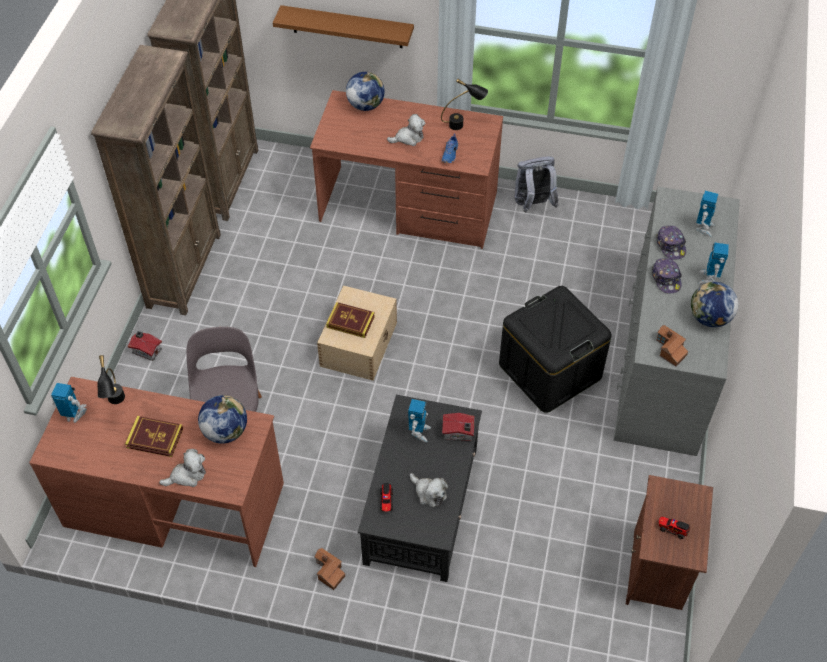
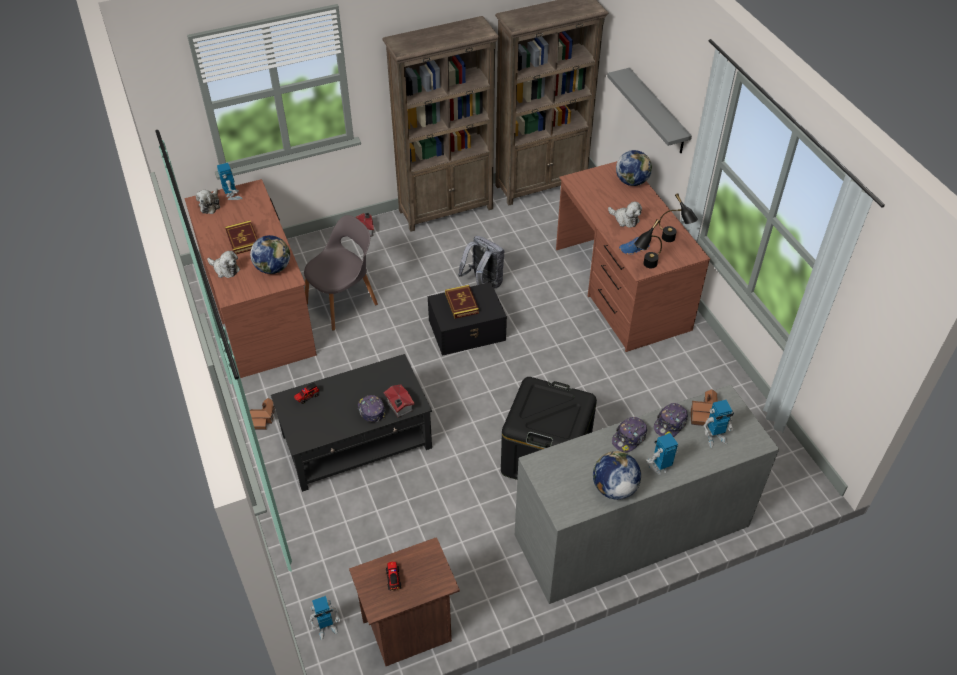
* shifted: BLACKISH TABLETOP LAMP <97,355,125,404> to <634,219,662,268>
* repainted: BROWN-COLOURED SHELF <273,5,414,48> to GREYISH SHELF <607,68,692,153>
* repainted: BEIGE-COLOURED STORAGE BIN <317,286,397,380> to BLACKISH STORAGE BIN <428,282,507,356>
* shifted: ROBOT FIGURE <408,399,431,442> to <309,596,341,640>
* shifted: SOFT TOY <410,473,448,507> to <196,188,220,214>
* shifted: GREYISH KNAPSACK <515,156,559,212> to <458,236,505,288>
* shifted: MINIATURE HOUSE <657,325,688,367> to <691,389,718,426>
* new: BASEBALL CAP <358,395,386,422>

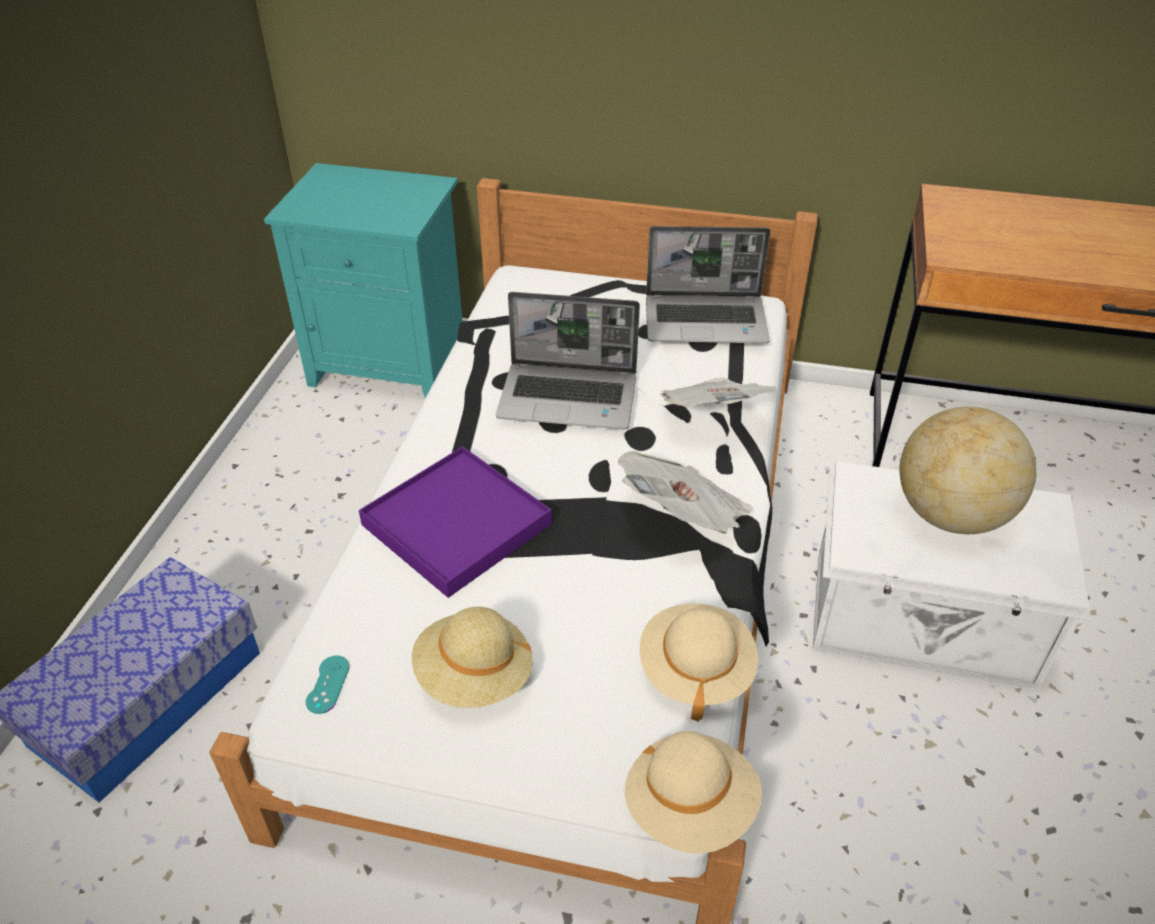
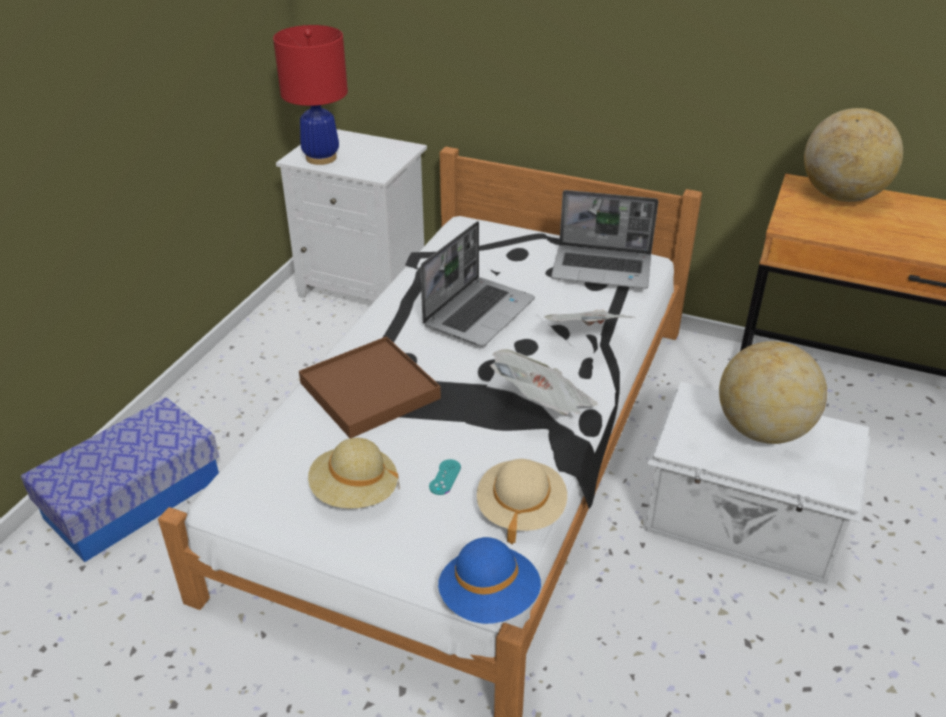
* repainted: BLUE-GREEN NIGHTSTAND <264,163,463,398> to WHITE-COLOURED NIGHTSTAND <276,129,427,301>
* shifted: BLUE-GREEN GAMEPAD <306,656,350,714> to <429,459,461,495>
* repainted: PURPLE-COLOURED SERVING TRAY <359,446,552,598> to BROWN-COLOURED SERVING TRAY <299,336,441,438>
* rotated: LAPTOP <496,292,640,430> = <420,221,535,346> 75 degrees counterclockwise
* repainted: BEIGE-COLOURED WEARABLE HAT <625,731,762,854> to BLUE-COLOURED WEARABLE HAT <438,537,541,624>
* new: RED-COLOURED TABLETOP LAMP <273,25,348,165>
* new: WORLD GLOBE <804,108,903,202>

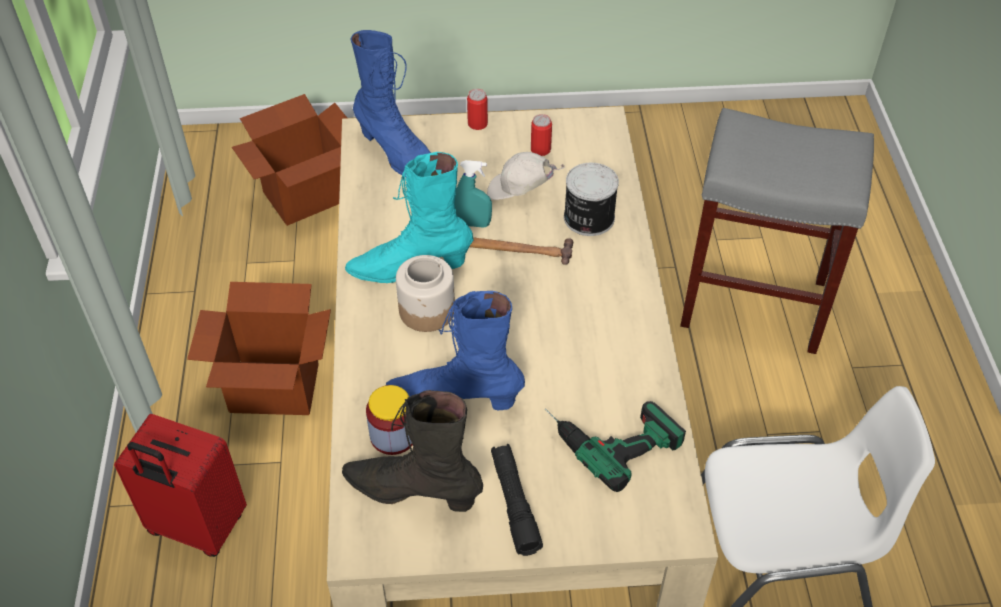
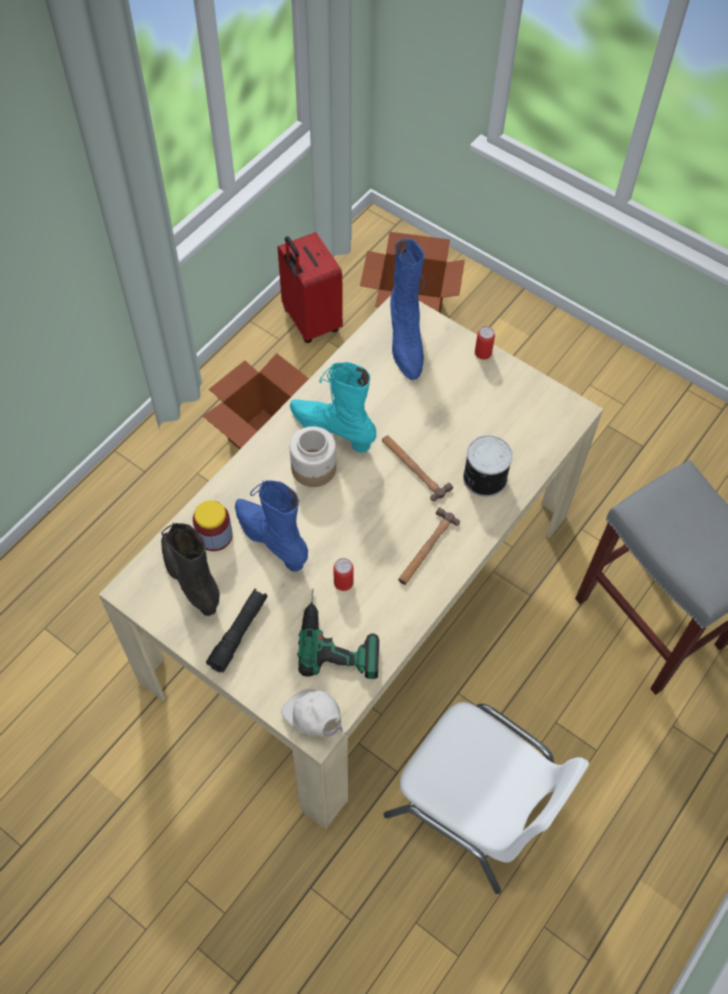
* shifted: RED-COLOURED TRAVEL CASE <114,414,247,557> to <277,232,343,343>
* gone: BLUE-GREEN SPRAY BOTTLE <454,160,492,228>
* shifted: WHITE-COLOURED BASEBALL CAP <487,152,565,200> to <281,689,348,737>
* shifted: METAL CAN <531,114,552,156> to <333,558,354,591>
* new: HAND HAMMER <398,507,460,585>

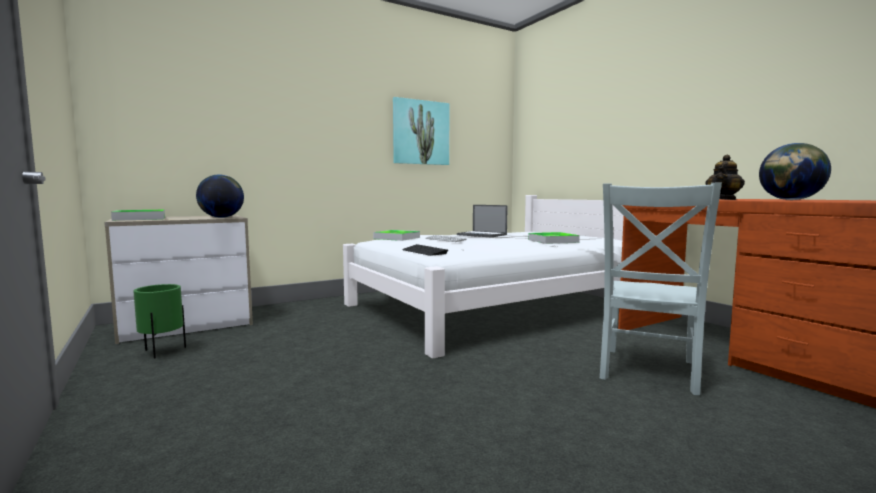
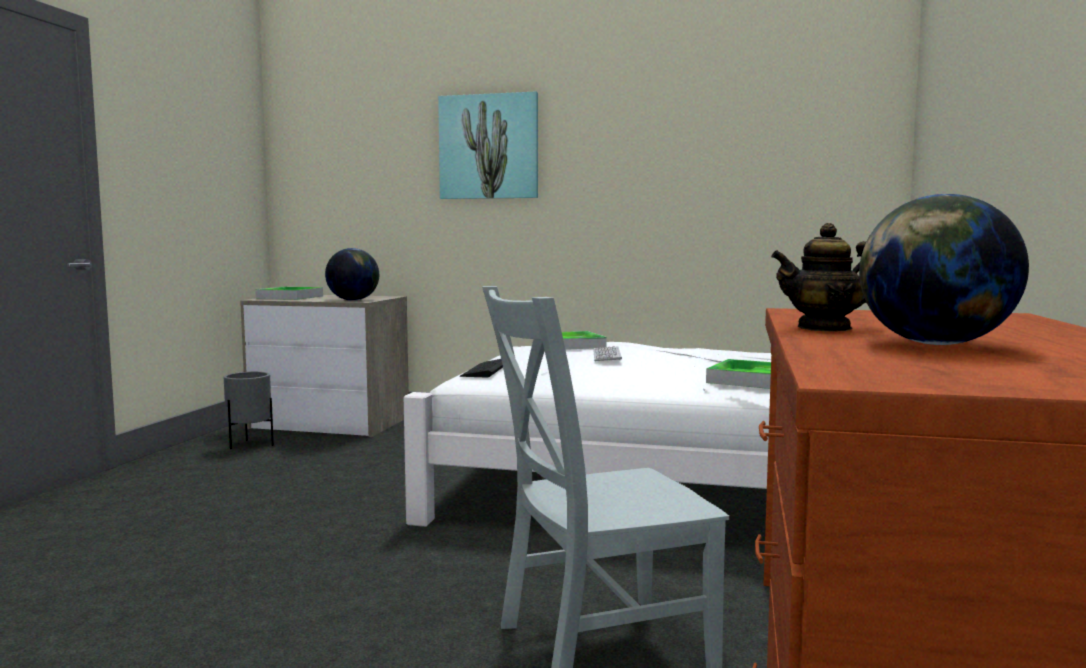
* repainted: GREENISH FLOWER POT <133,284,186,359> to GREYISH FLOWER POT <224,372,274,449>
* shifted: WALL ART <393,97,449,165> to <438,91,538,199>
* gone: LAPTOP <457,205,508,238>

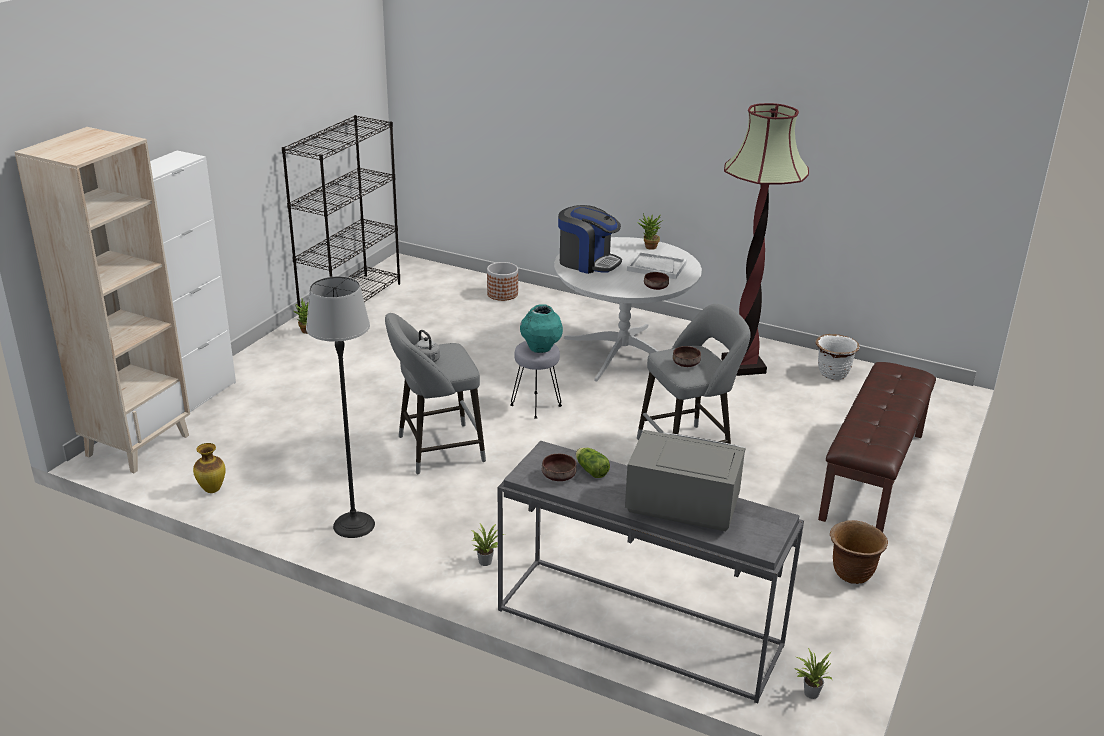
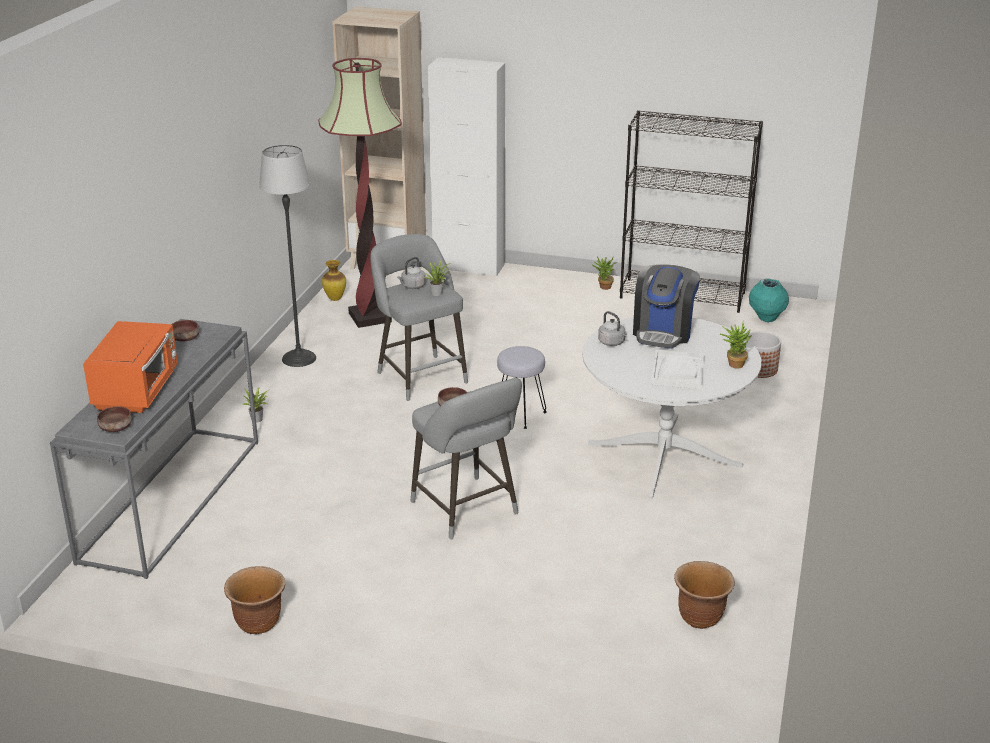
* shifted: BLUE-GREEN DECORATIVE VASE <520,304,563,353> to <749,279,789,322>
* gone: HEAD OF LETTUCE <576,448,610,478>
* repainted: GREYISH KITCHEN MICROWAVE <625,430,746,531> to ORANGEY KITCHEN MICROWAVE <83,321,178,413>
* shifted: BROWN-COLOURED BOWL <644,272,669,290> to <97,406,132,432>
* shifted: STANDARD LAMP <721,103,809,376> to <318,58,402,328>
* shifted: PLANT IN A POT <794,648,832,699> to <422,260,451,296>
* repainted: WHITE-COLOURED FLOWER POT <815,334,860,380> to BROWN-COLOURED FLOWER POT <674,561,735,629>
* gone: BROWN-COLOURED INDOOR BENCH <818,362,936,532>
* new: GREYISH KETTLE <598,311,627,346>

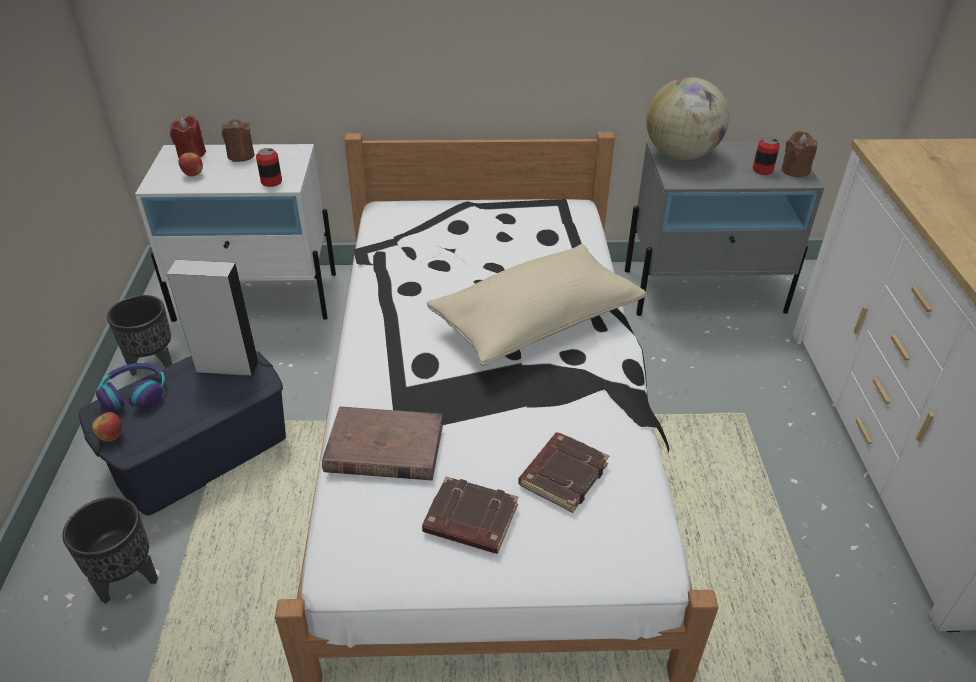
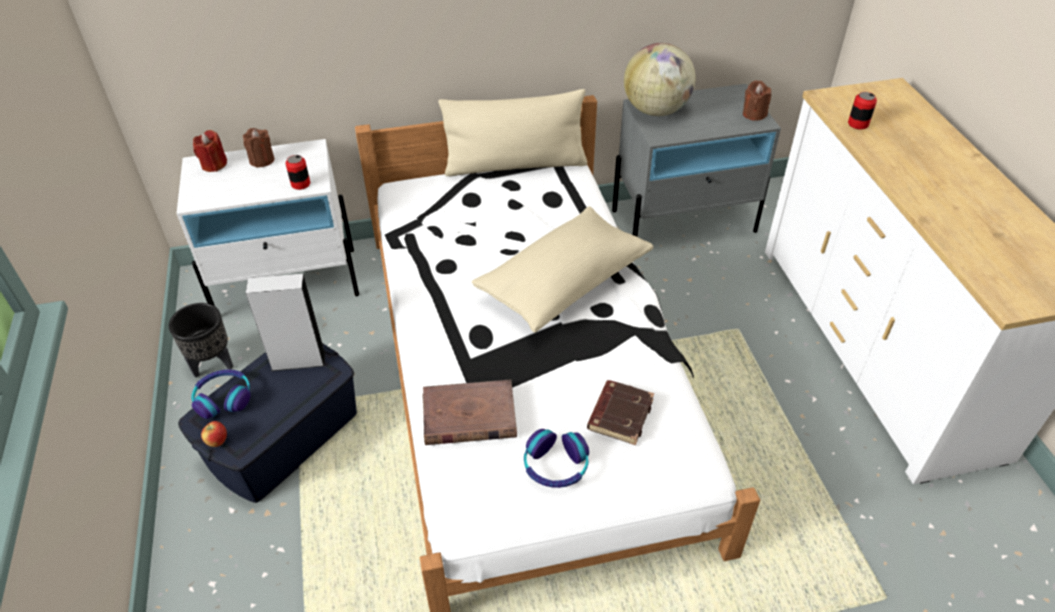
* gone: BLACKISH FLOWER POT <62,496,158,604>
* gone: APPLE <178,150,203,177>
* swapped: BROWN-COLOURED VOLUME <422,477,519,554> to PAIR OF HEADPHONES <524,429,589,488>
* shifted: METAL CAN <753,137,780,175> to <848,92,877,130>
* new: BEIGE-COLOURED CUSHION <438,89,587,176>

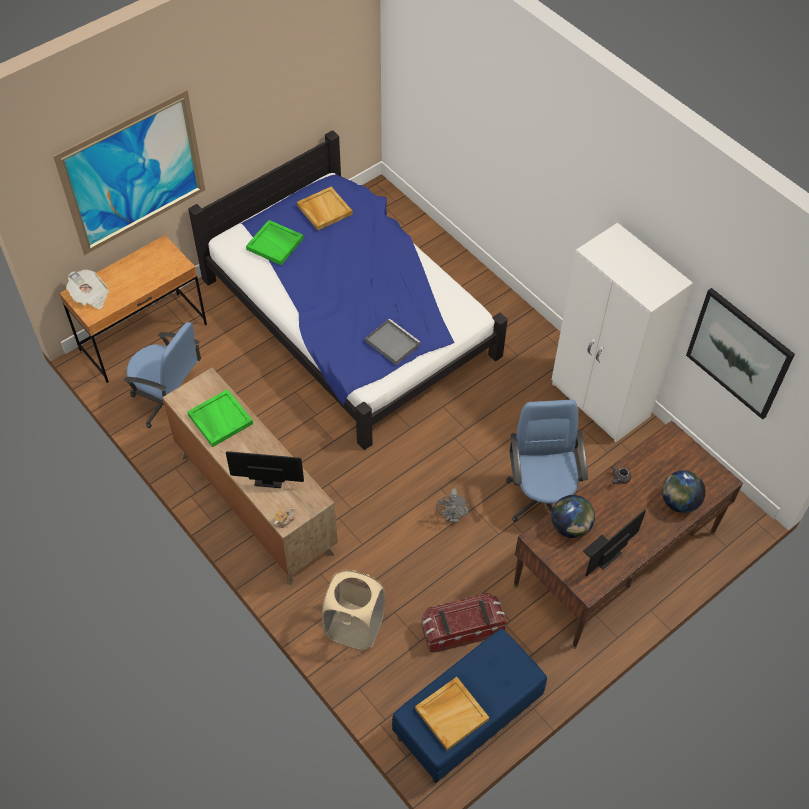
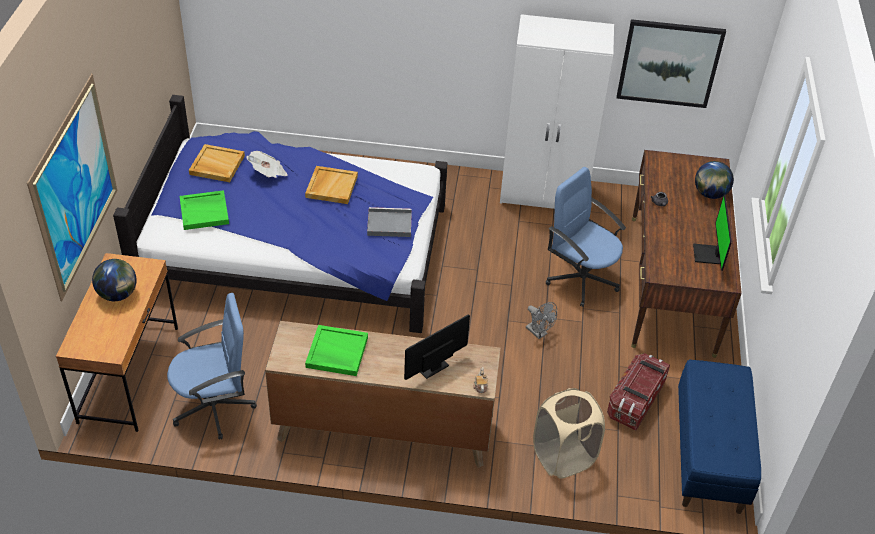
* shifted: DAILY PAPER <66,270,109,309> to <246,151,288,178>
* shifted: BEIGE-COLOURED SERVING TRAY <415,677,489,751> to <305,166,358,204>
* shifted: WORLD GLOBE <551,495,595,538> to <92,259,137,301>

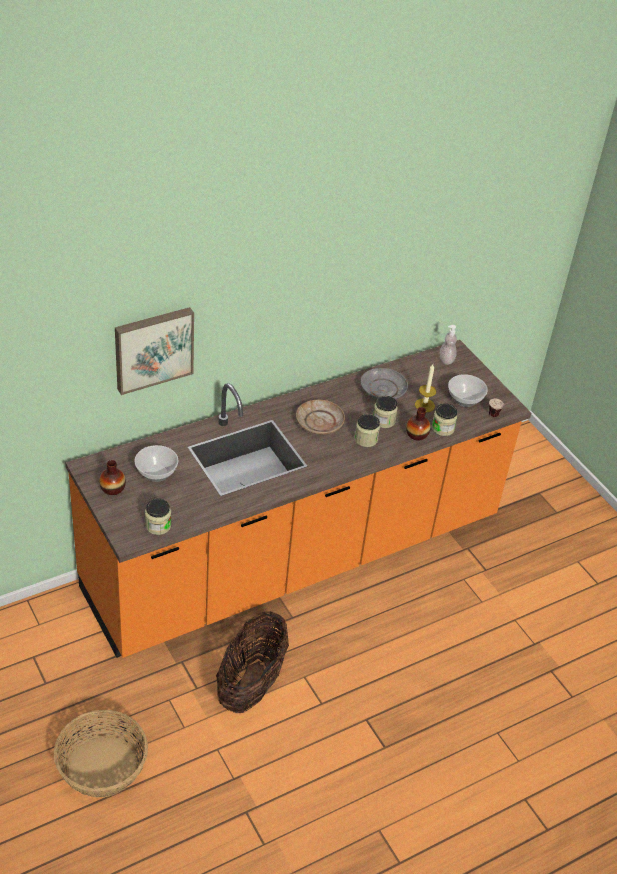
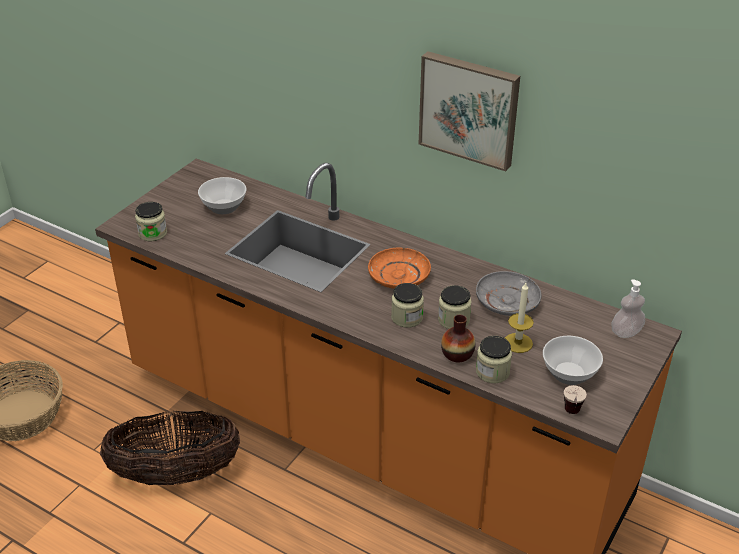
* gone: DECORATIVE VASE <99,460,126,495>
* shifted: WALL ART <115,307,194,395> to <419,51,520,171>
* repainted: BEIGE-COLOURED PLATE <296,400,345,435> to ORANGEY PLATE <368,248,431,289>

